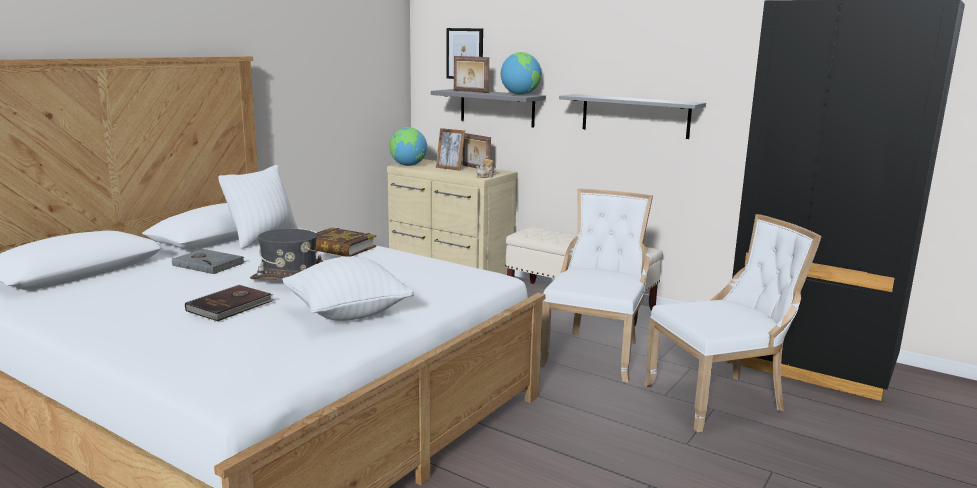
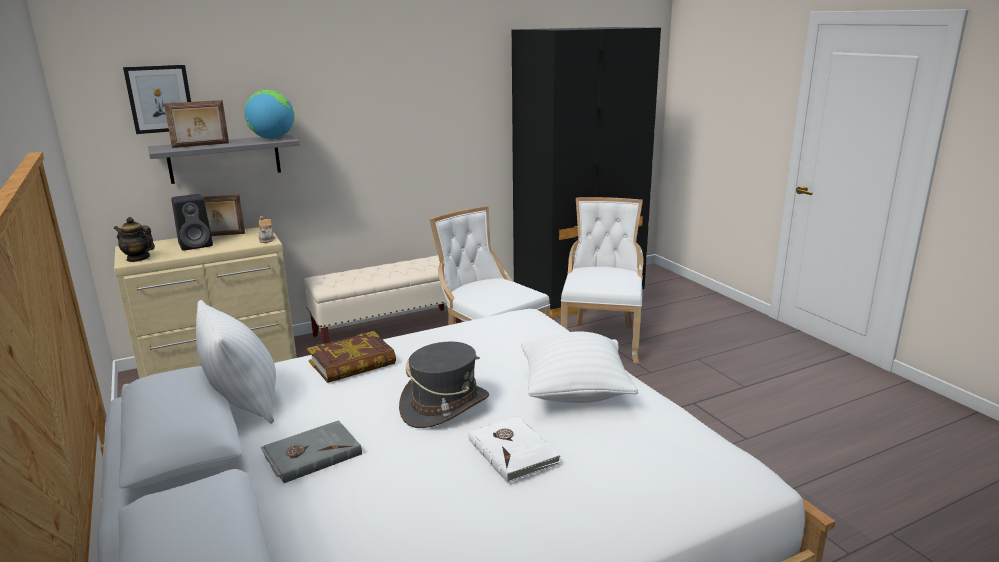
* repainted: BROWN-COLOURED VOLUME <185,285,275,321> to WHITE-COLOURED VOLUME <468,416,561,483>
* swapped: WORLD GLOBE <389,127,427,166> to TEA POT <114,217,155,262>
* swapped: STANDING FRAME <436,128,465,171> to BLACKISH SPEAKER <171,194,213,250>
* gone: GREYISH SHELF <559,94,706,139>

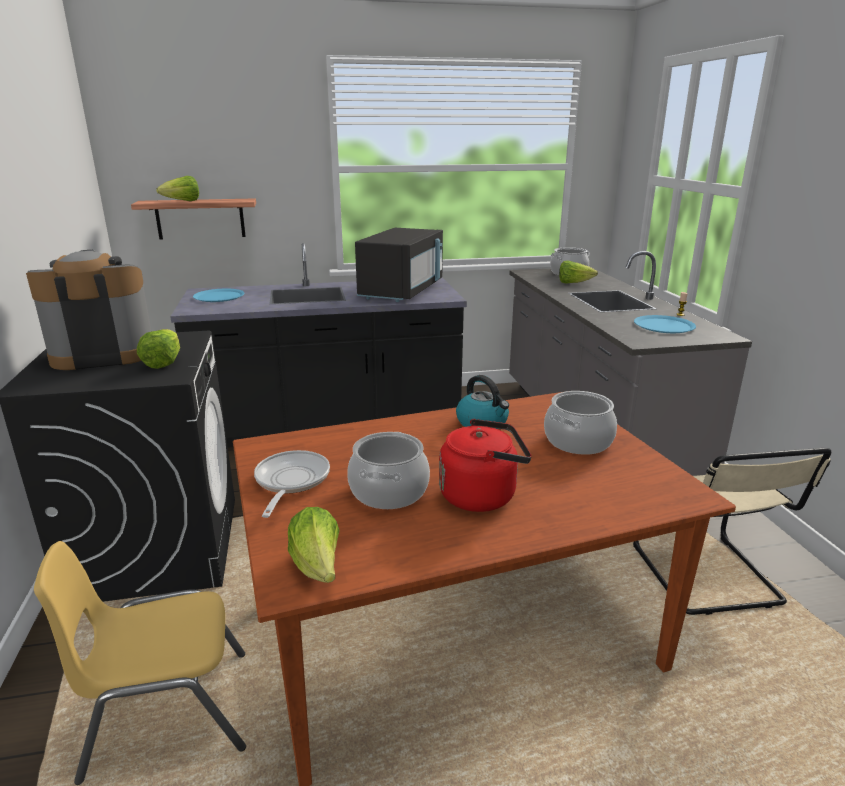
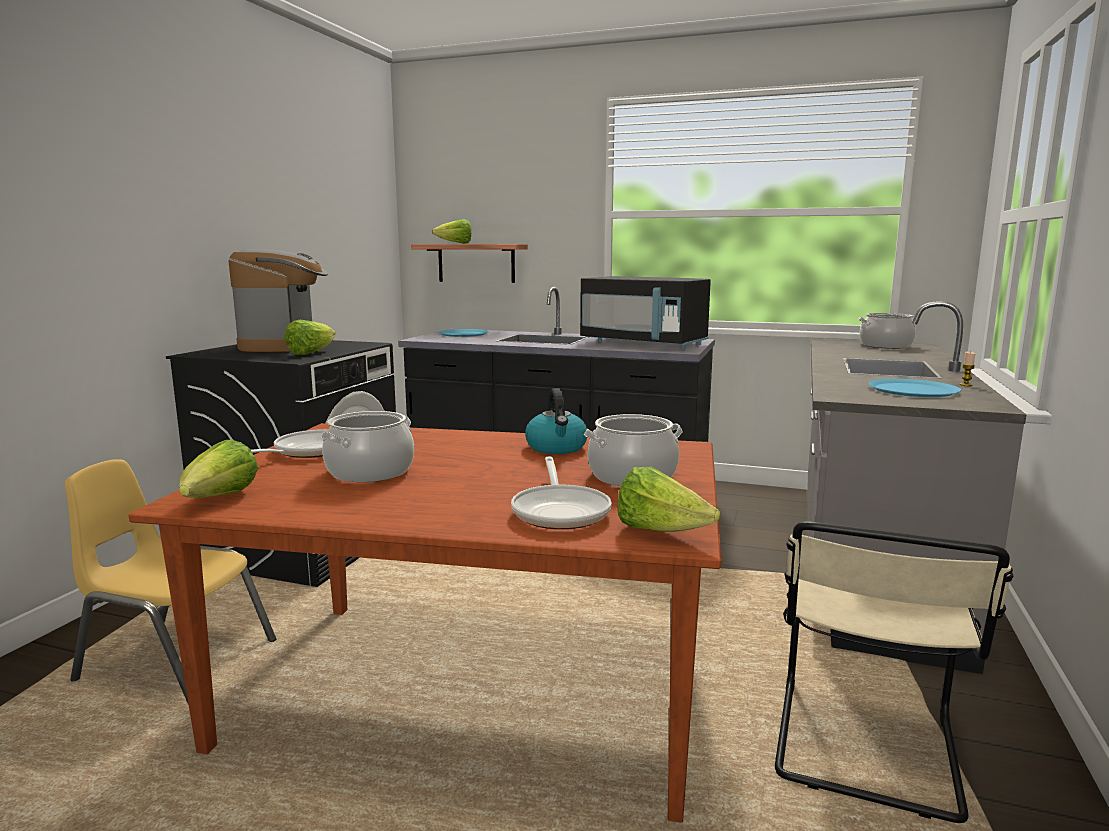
* rotated: COFFEE MACHINE <26,250,152,370> = <228,249,328,352> 75 degrees clockwise
* rotated: BLACKISH KITCHEN MICROWAVE <355,228,443,302> = <580,276,711,349> 75 degrees clockwise
* gone: RED-COLOURED KETTLE <439,419,532,512>
* shifted: HEAD OF LETTUCE <559,260,598,284> to <617,466,720,532>
* new: PAN <511,456,612,529>

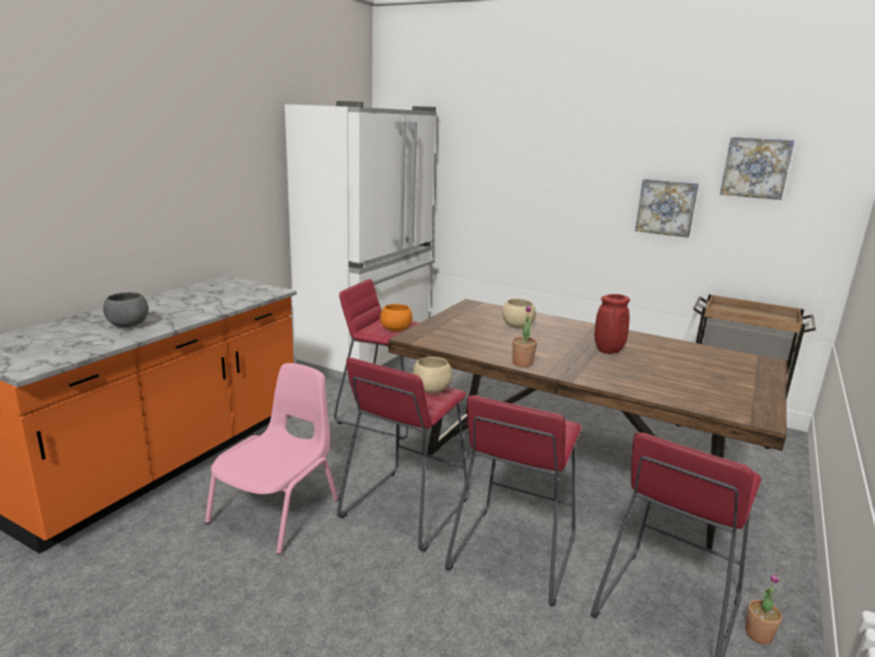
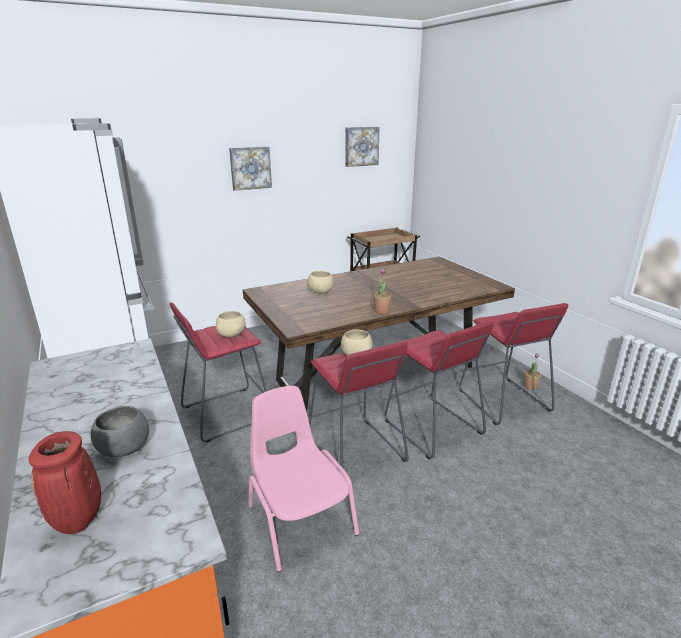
* repainted: ORANGEY BOWL <380,304,412,331> to BEIGE-COLOURED BOWL <216,311,246,337>
* shifted: RED-COLOURED DECORATIVE VASE <594,294,630,354> to <29,431,101,534>
* shifted: WALL ART <635,179,699,238> to <229,146,272,191>

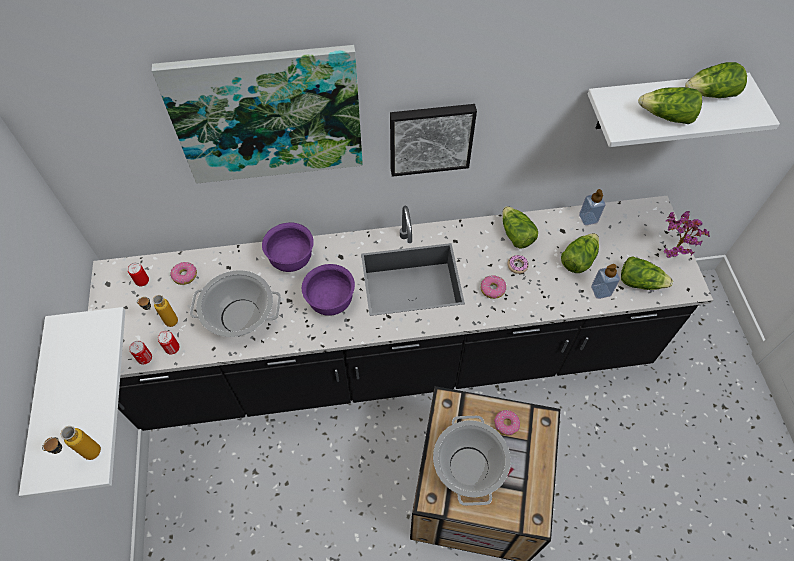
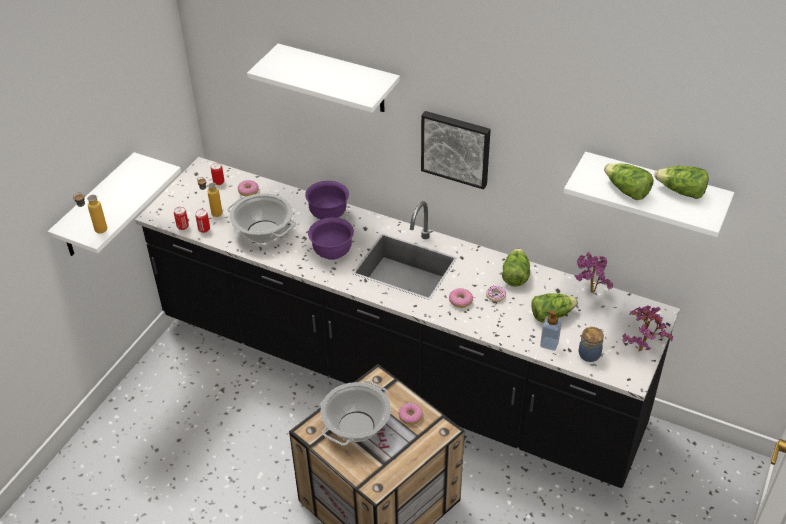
* swapped: WALL ART <152,45,363,184> to WHITE-COLOURED SHELF <247,44,400,112>
* swapped: SOAP BOTTLE <579,189,605,225> to PLANT IN A POT <574,252,613,293>
* swapped: HEAD OF LETTUCE <621,256,673,290> to PRESERVE JAR <579,327,604,362>

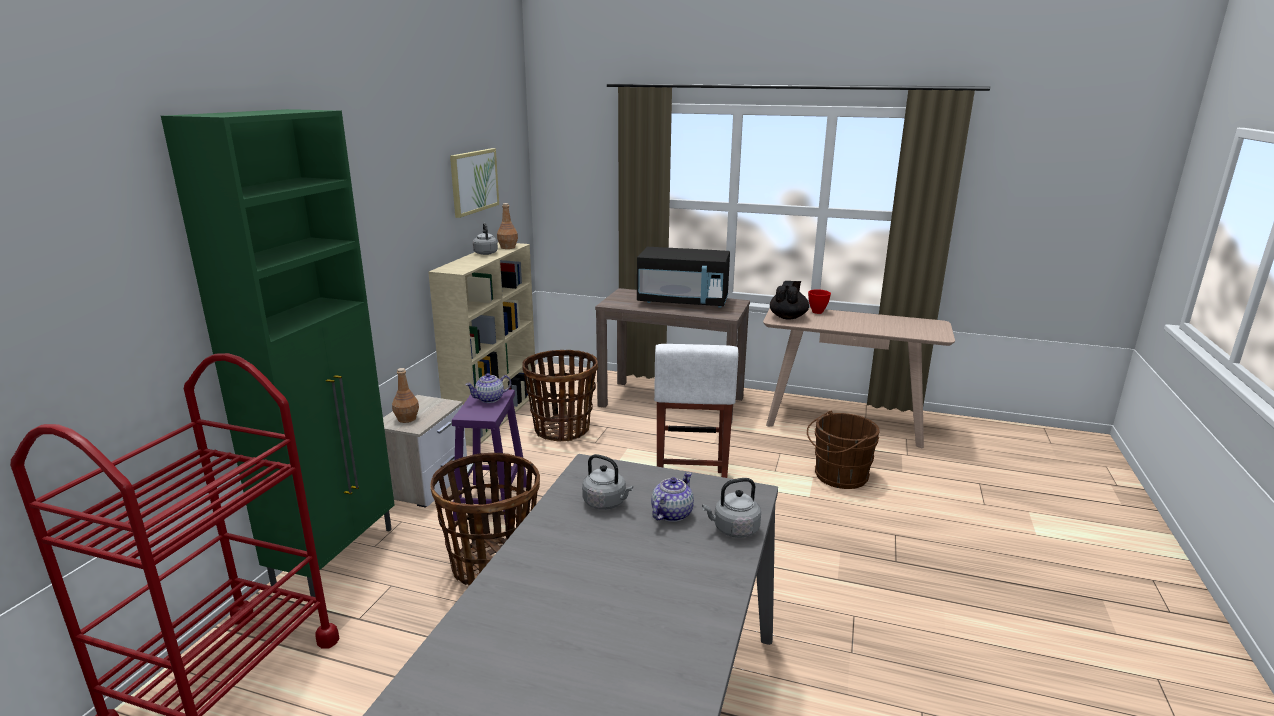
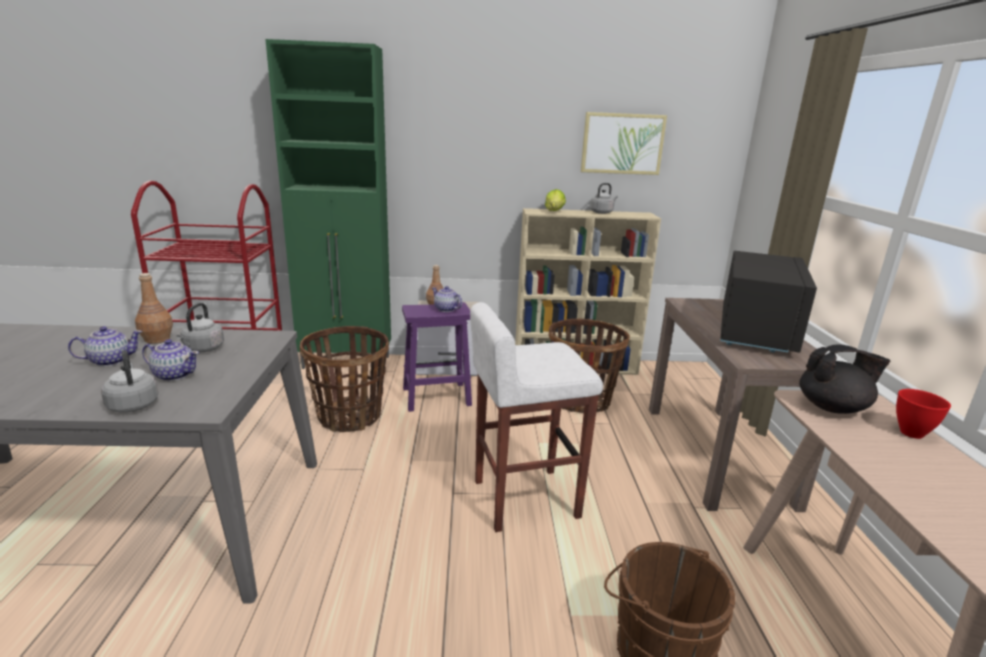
* shifted: BROWN-COLOURED DRINK BOTTLE <497,203,518,249> to <135,273,173,344>
* rotated: BLACKISH KITCHEN MICROWAVE <637,247,730,308> = <720,251,817,353> 150 degrees counterclockwise
* new: TEA POT <68,326,142,366>
* new: HEAD OF LETTUCE <545,189,566,211>

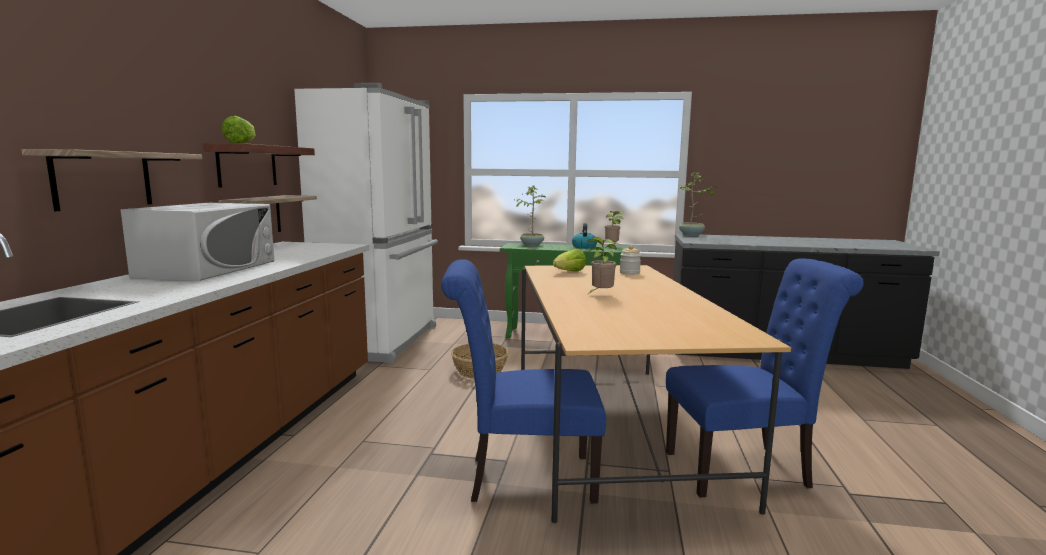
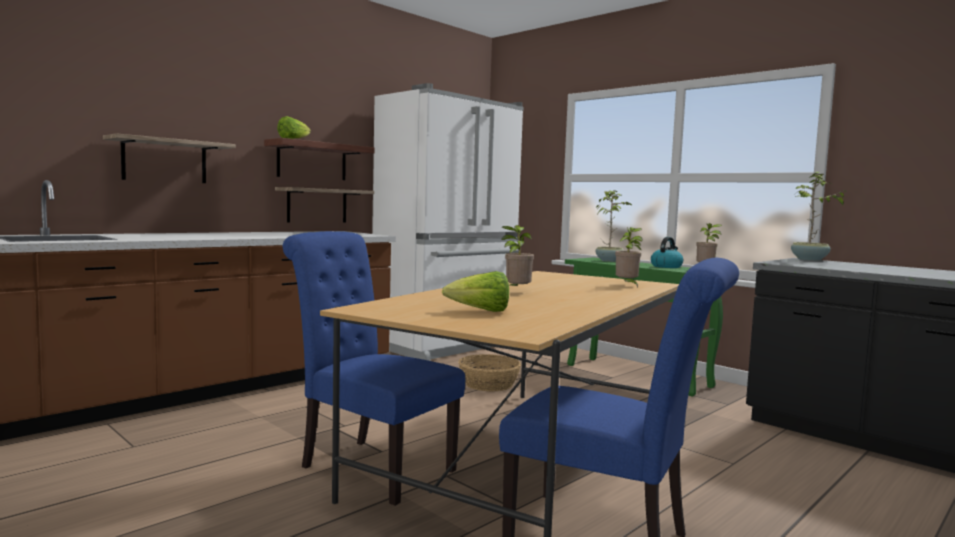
* gone: WHITE-COLOURED KITCHEN MICROWAVE <120,203,274,281>
* shifted: HEAD OF LETTUCE <553,248,586,272> to <442,271,509,312>
* swapped: PRESERVE JAR <620,246,641,275> to PLANT IN A POT <615,227,643,288>

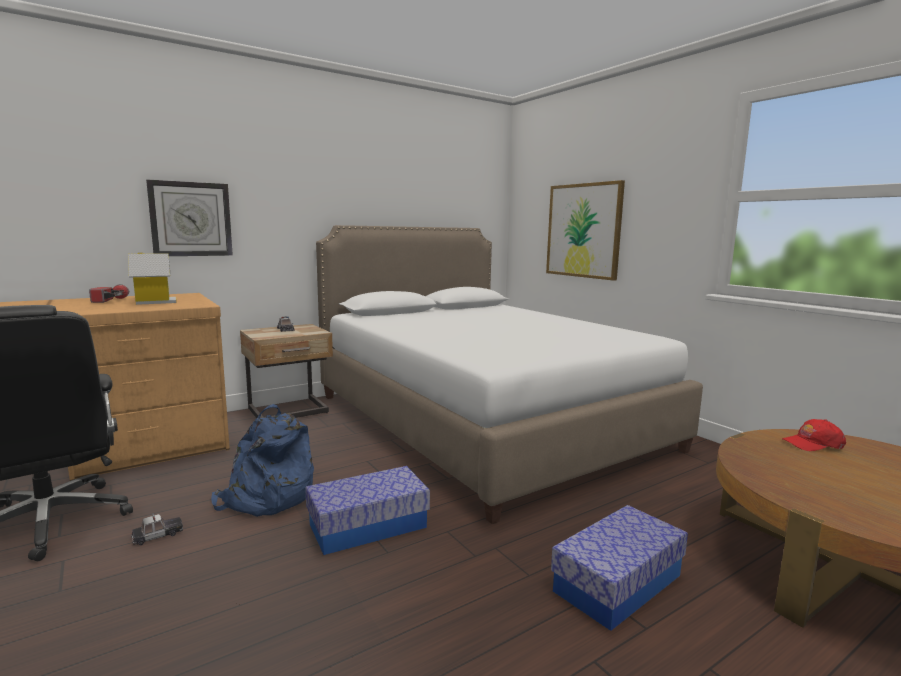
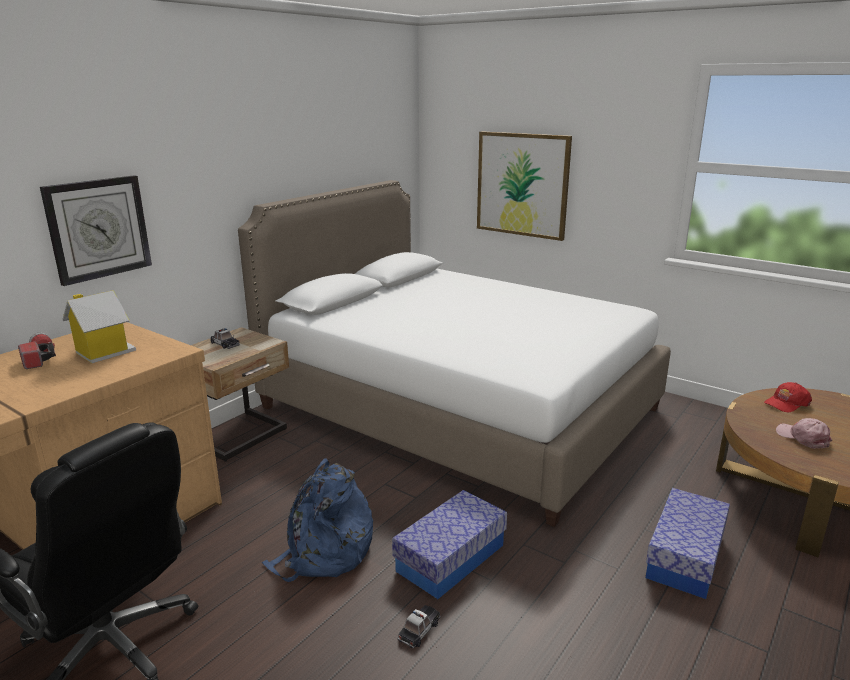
* shifted: TOY CAR <131,513,183,545> to <397,605,441,649>
* new: PINK-COLOURED BASEBALL CAP <776,418,832,449>

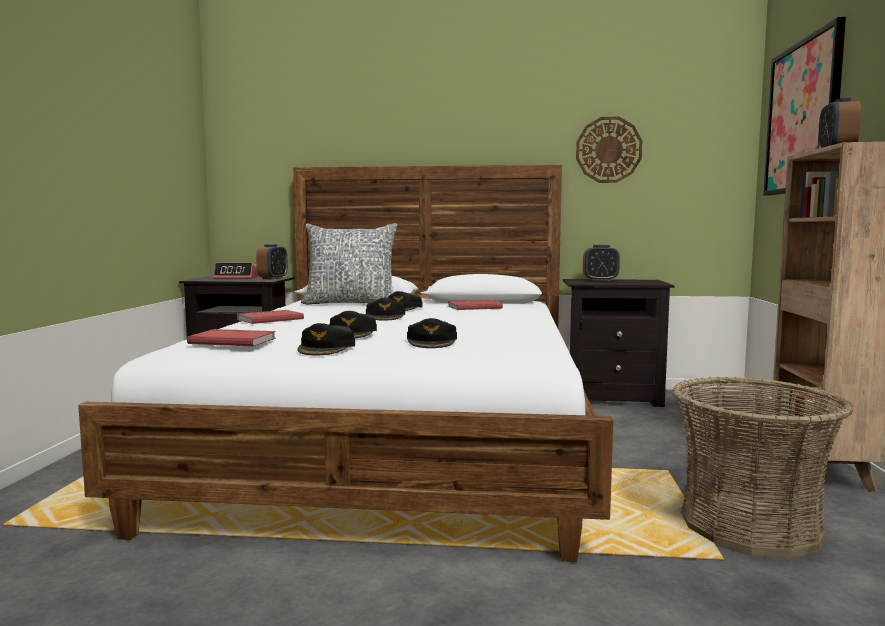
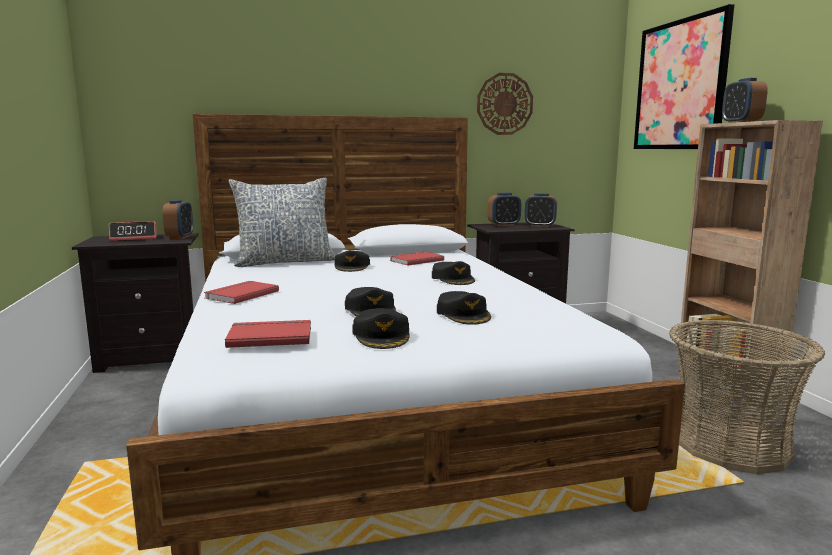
* shifted: BLACKISH BASEBALL CAP <366,298,405,321> to <432,261,475,285>
* new: TABLE CLOCK <524,193,557,227>

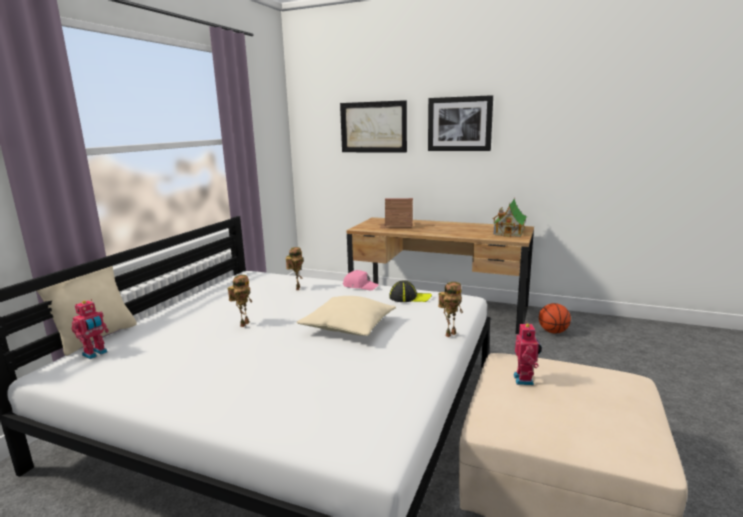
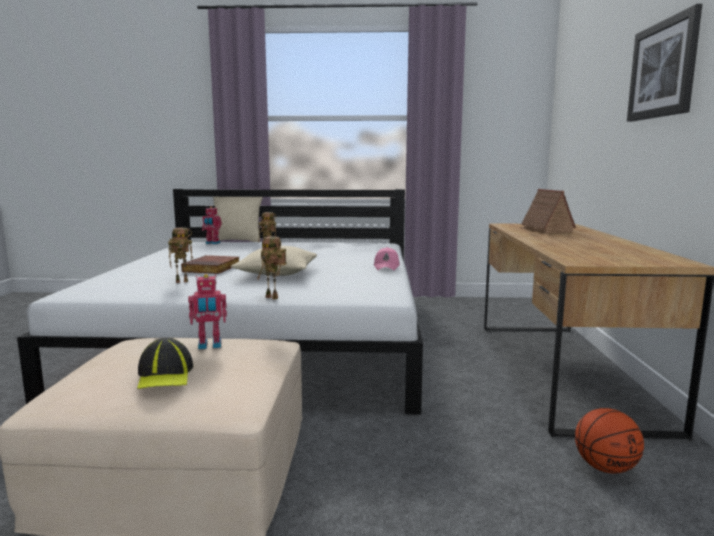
* shifted: ROBOT FIGURE <285,247,304,290> to <168,228,193,283>
* gone: WALL ART <340,100,407,152>
* shifted: BASEBALL CAP <389,280,432,302> to <137,338,193,389>
* gone: MINIATURE HOUSE <493,196,527,237>
* new: VOLUME <181,255,239,274>

